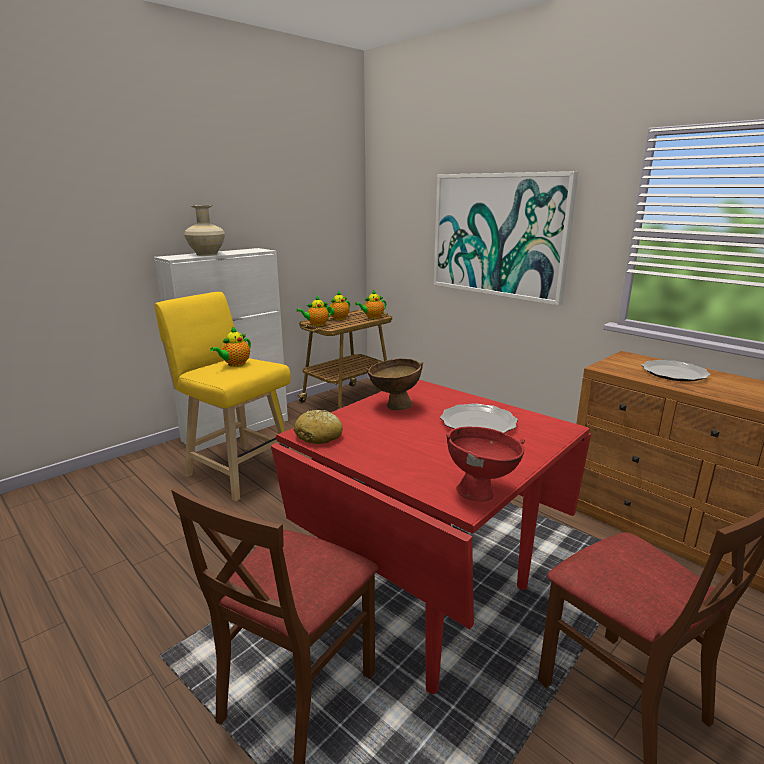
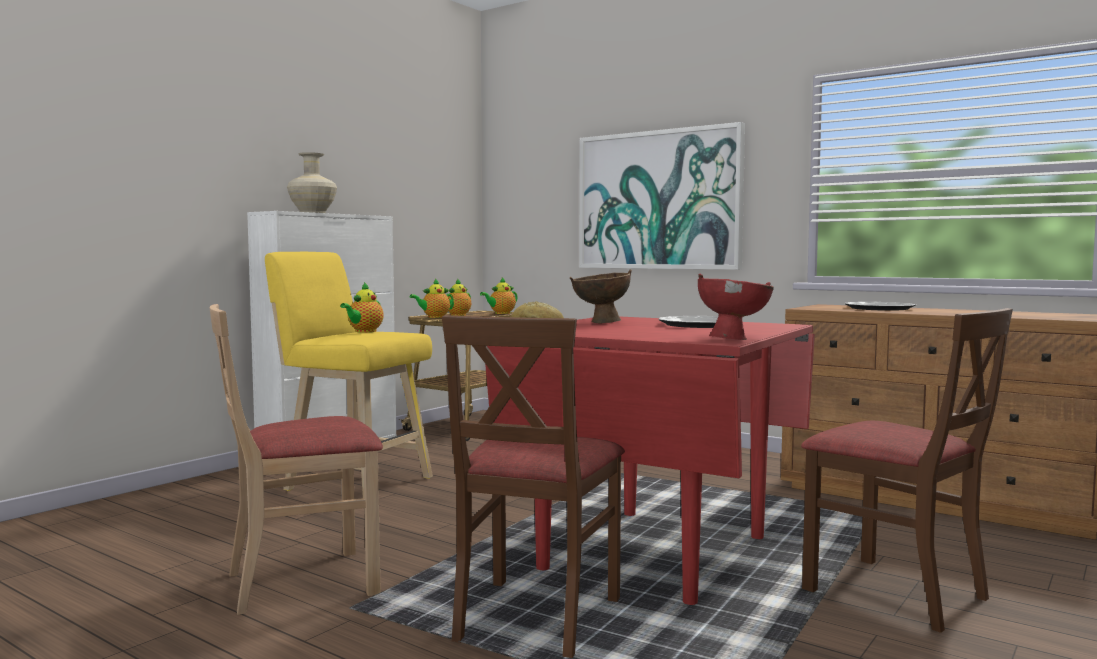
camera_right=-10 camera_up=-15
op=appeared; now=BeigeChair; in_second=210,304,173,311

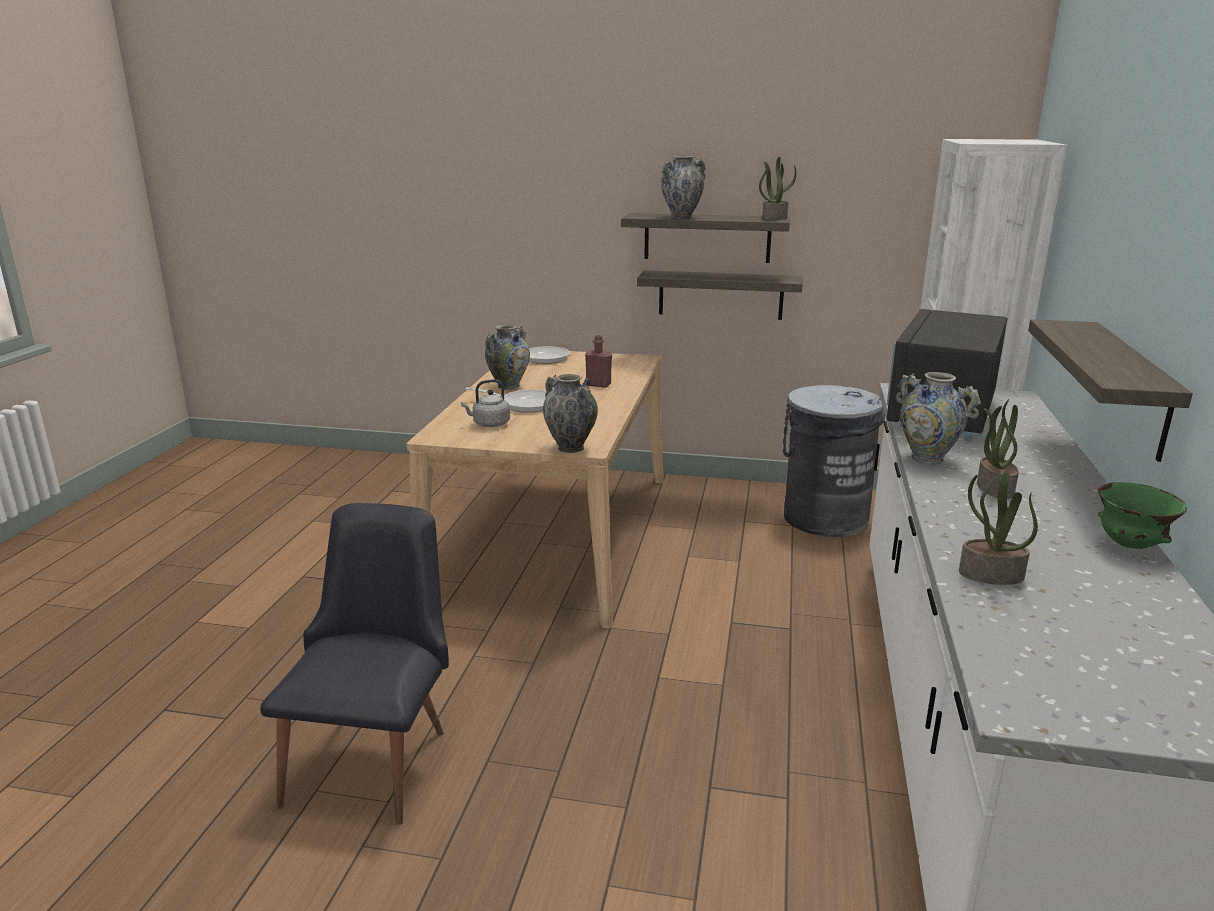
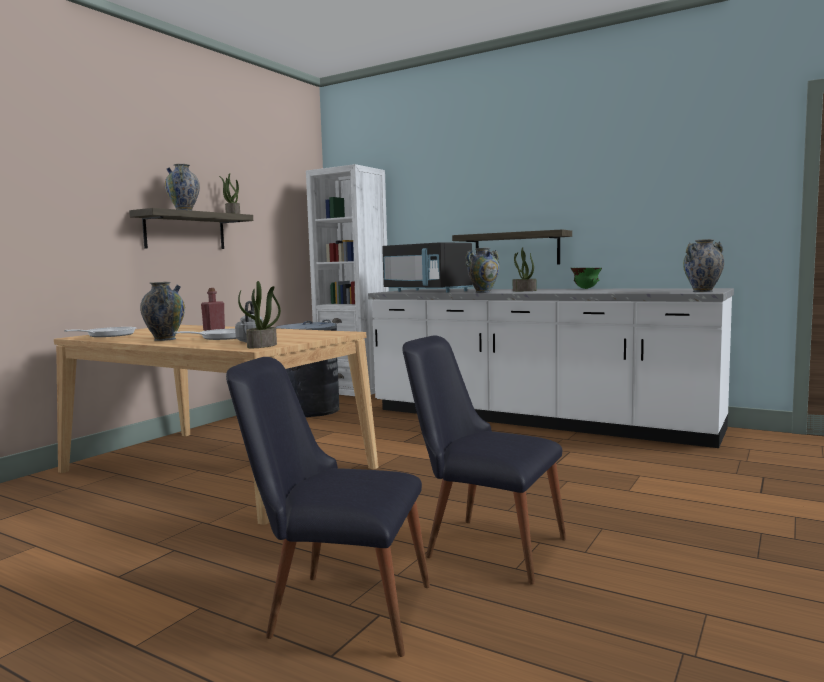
camera_right=-70 camera_up=-15
op=missing; was=Shelf; in_first=637,270,166,50
op=appeared; now=BlackChair; in_second=226,357,204,300
op=relocated; was=Vase; in_first=543,374,55,79; in_second=683,239,41,53
op=relocated; was=PottedPlant; in_first=959,470,79,115; in_second=238,281,43,67

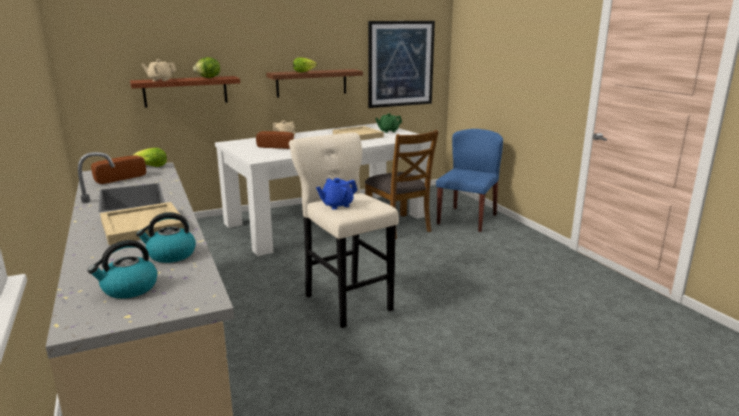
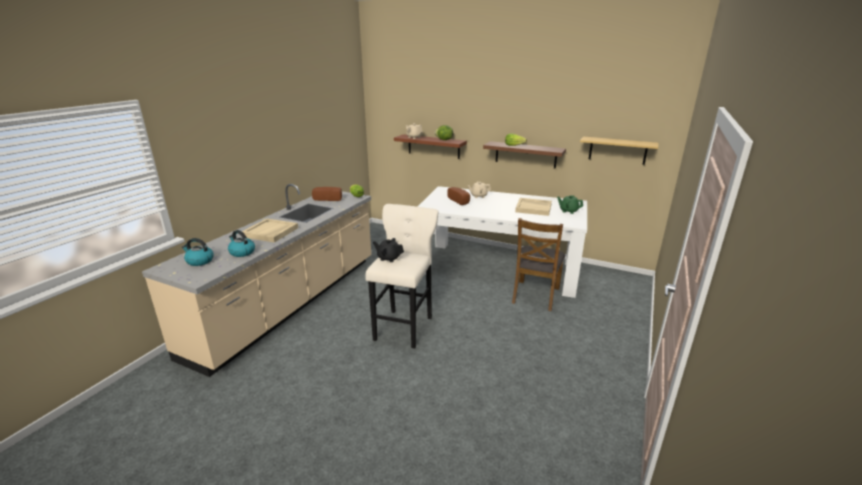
camera_right=50 camera_up=5
op=missing; was=BlueChair; in_first=436,129,67,103
op=exchanged; was=Picture; now=Shelf; in_first=368,21,67,87; in_second=580,137,79,28
op=colour; was=BlueTeapot; now=BlackTeapot; in_first=316,178,41,32; in_second=373,238,31,24

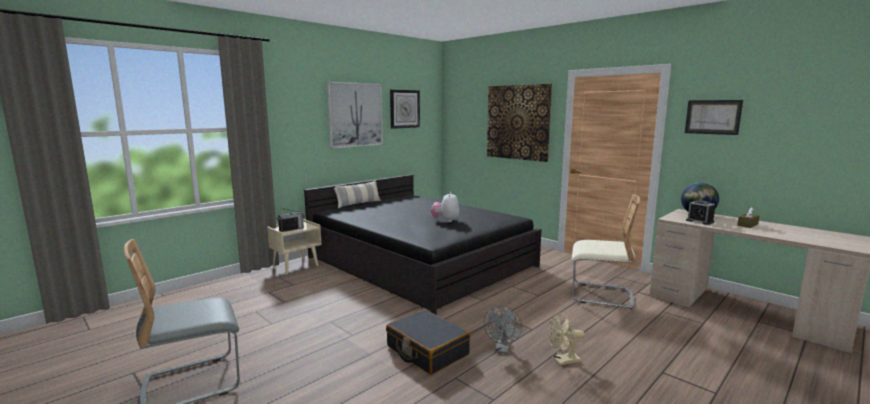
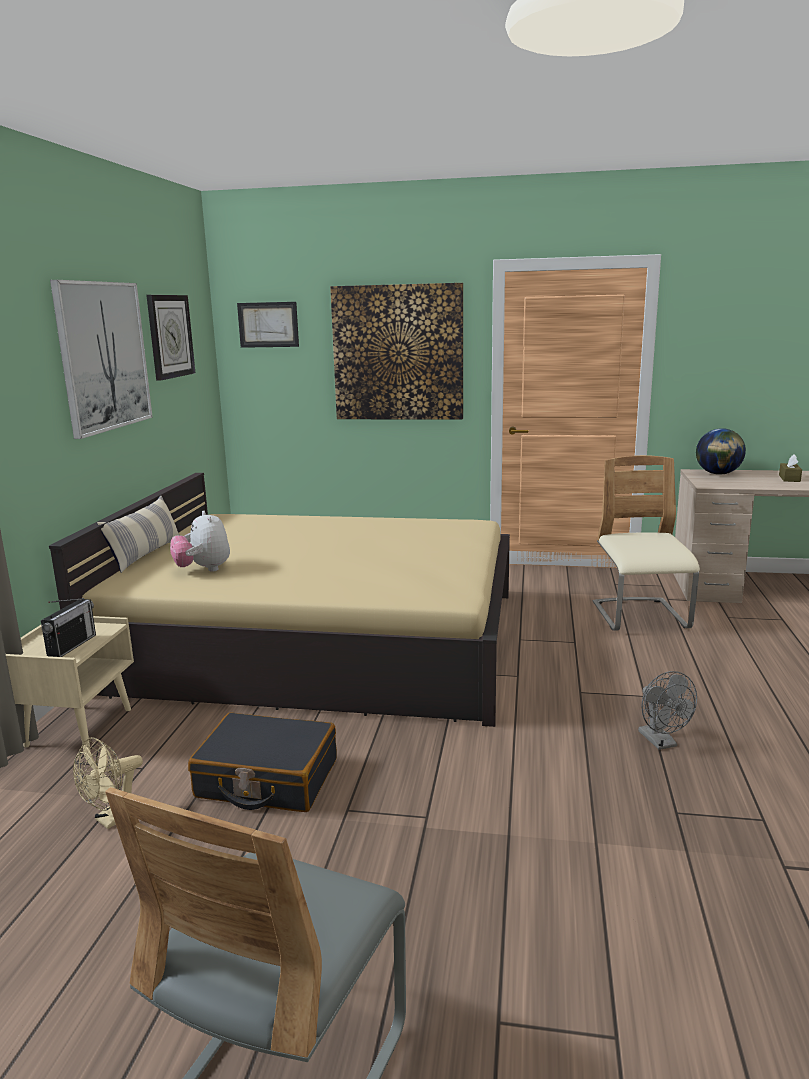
camera_right=-35 camera_up=5
op=missing; was=AlarmClock; in_first=686,200,29,25
op=relocated; was=BlackSuitcase; in_first=386,309,84,66; in_second=188,712,149,100
op=relocated; was=PlushToy; in_first=431,192,28,30; in_second=170,511,60,61
op=relocated; was=BeigeFan; in_first=548,313,37,52; in_second=73,737,70,92
op=relocated; was=Picture; in_first=685,100,58,35; in_second=237,302,62,46
op=colour; was=BlackBed; now=BeigeBed; in_first=304,174,238,141; in_second=49,473,461,254
op=spun; was=BeigeChair; in_first=572,194,68,115; in_second=593,455,107,176; clockwise=-75

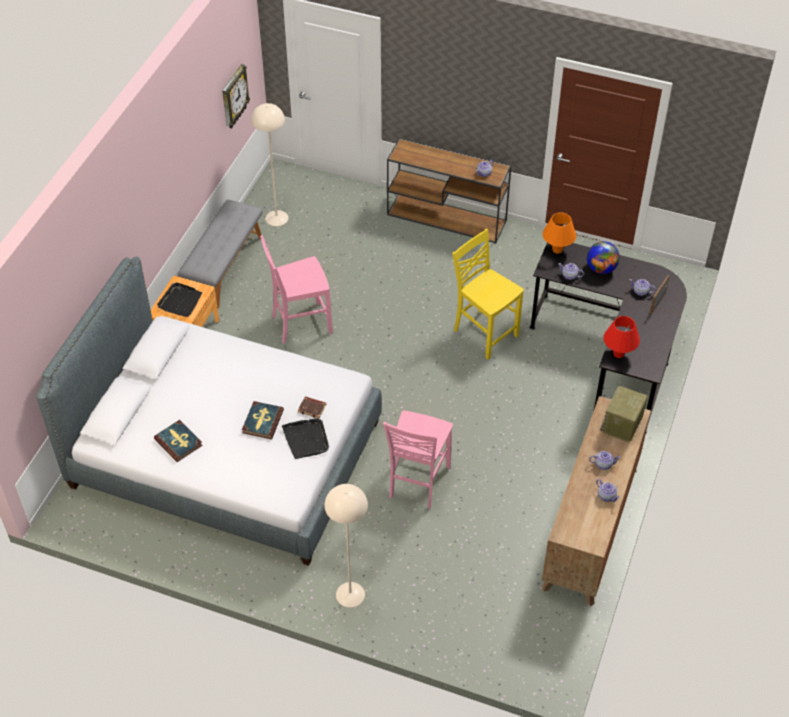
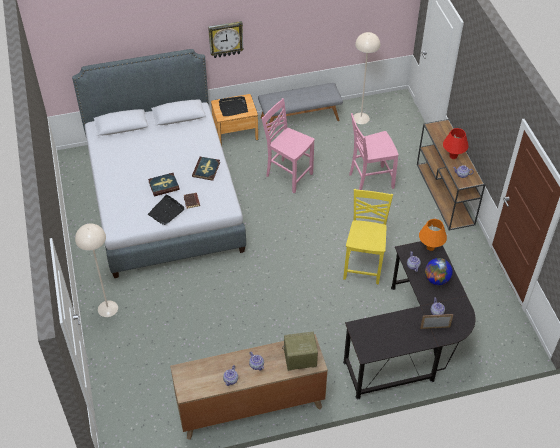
camera_right=55 camera_up=0
op=relocated; was=Book; in_first=154,420,49,42; in_second=192,157,28,24
op=relocated; was=WallClock; in_first=222,64,28,64; in_second=208,21,36,37
op=relocated; was=PinkChair; in_first=383,411,70,98; in_second=349,113,50,77
op=relocated; was=RedTableLamp; in_first=604,316,36,42; in_second=443,128,25,31

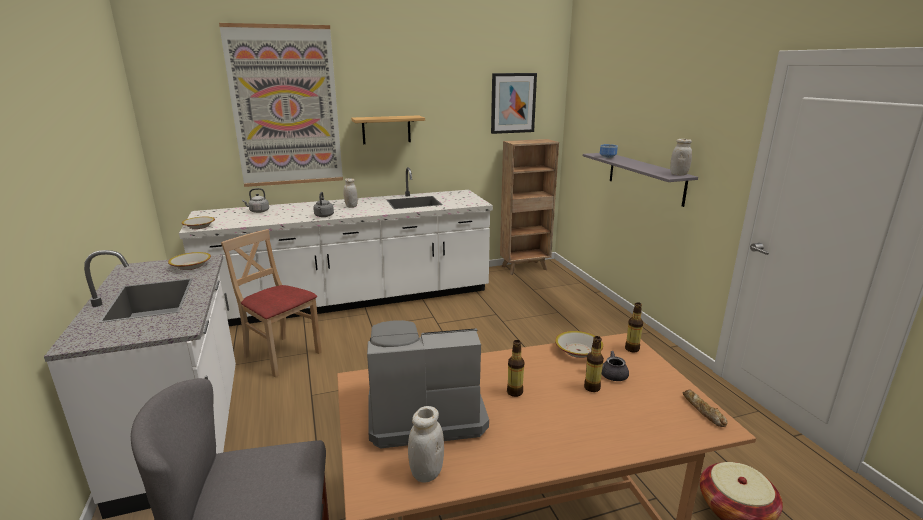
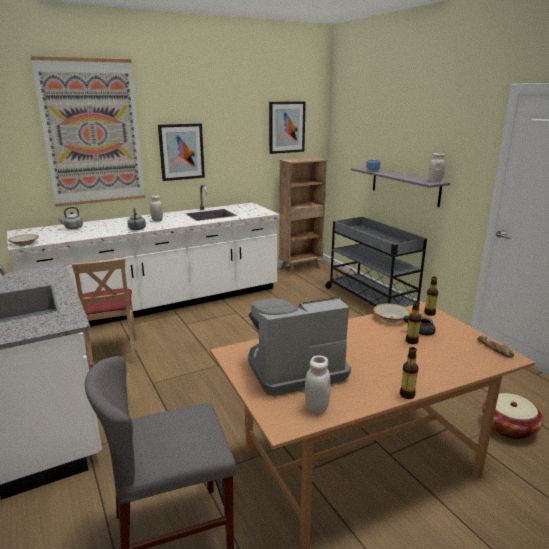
camera_right=-10 camera_up=0
op=missing; was=Bowl; in_first=168,252,43,18
op=appeared; now=GreyCart; in_second=325,217,102,90
op=relocated; was=Bottle; in_first=507,340,17,57; in_second=400,347,18,52
op=exchanged; was=Shelf; now=Picture; in_first=351,115,74,29; in_second=158,123,47,58
op=spun; was=BeigeChair; in_first=221,229,101,148; in_second=72,258,64,111; clockwise=-135

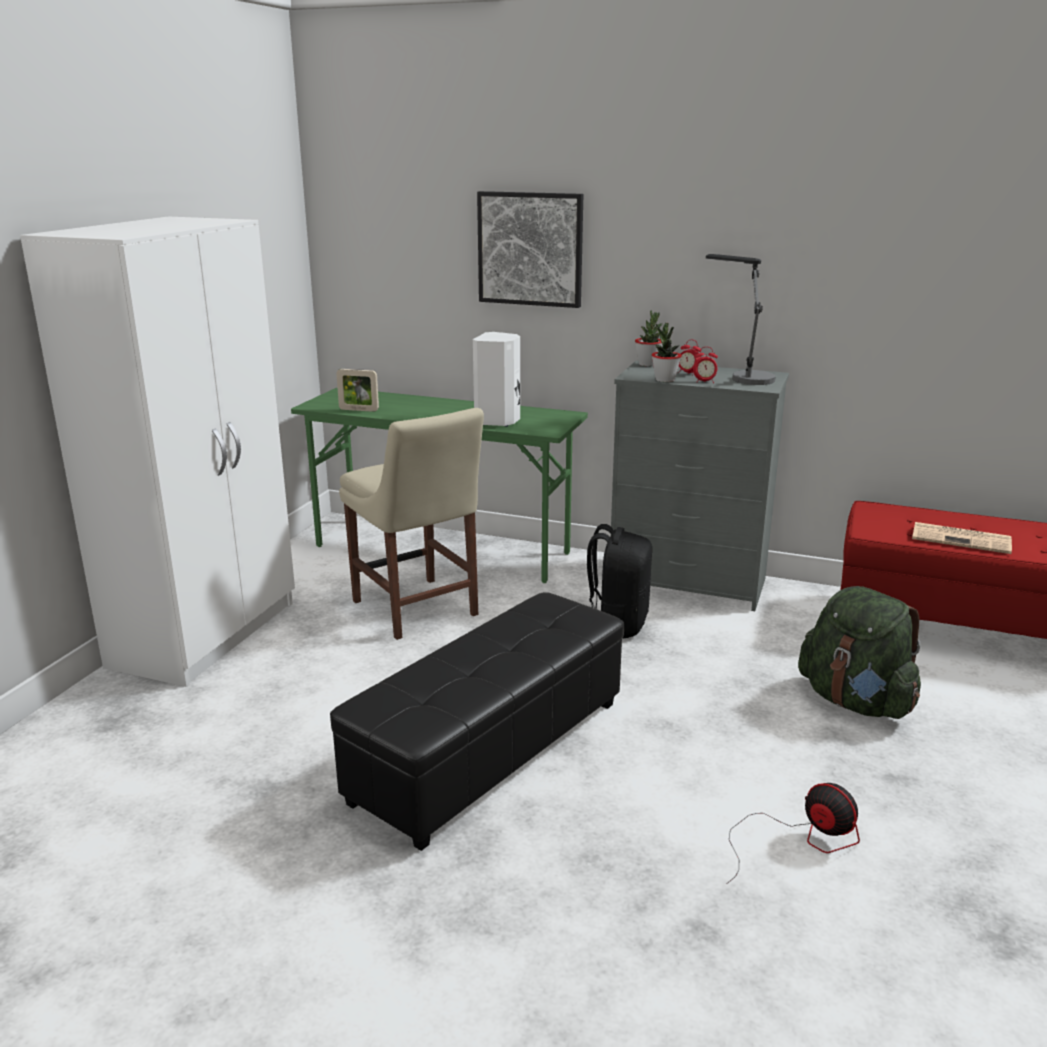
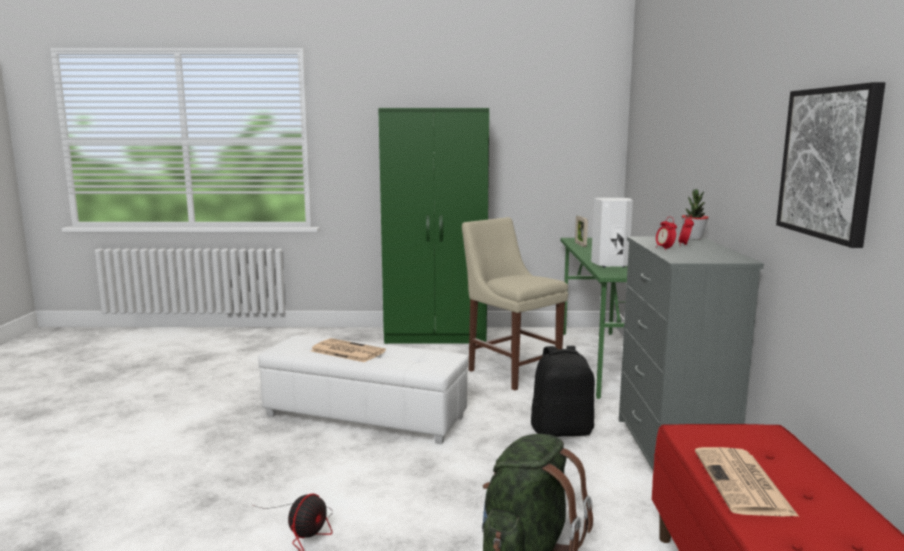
camera_right=70 camera_up=-10
op=missing; was=PottedPlant; in_first=652,323,30,59
op=missing; was=TableLamp; in_first=706,254,69,131
op=appeared; now=Newspaper; in_second=311,338,75,24
op=relocated; was=Picture; in_first=477,191,106,117; in_second=776,82,109,166
op=colour; was=WhiteWardrobe; now=GreenWardrobe; in_first=20,217,275,470; in_second=378,108,111,236
op=colour; was=BlackOttoman; now=WhiteOttoman; in_first=330,592,294,259; in_second=258,335,211,109
op=spun; was=BeigeChair; in_first=339,408,145,232; in_second=462,217,106,174; clockwise=105

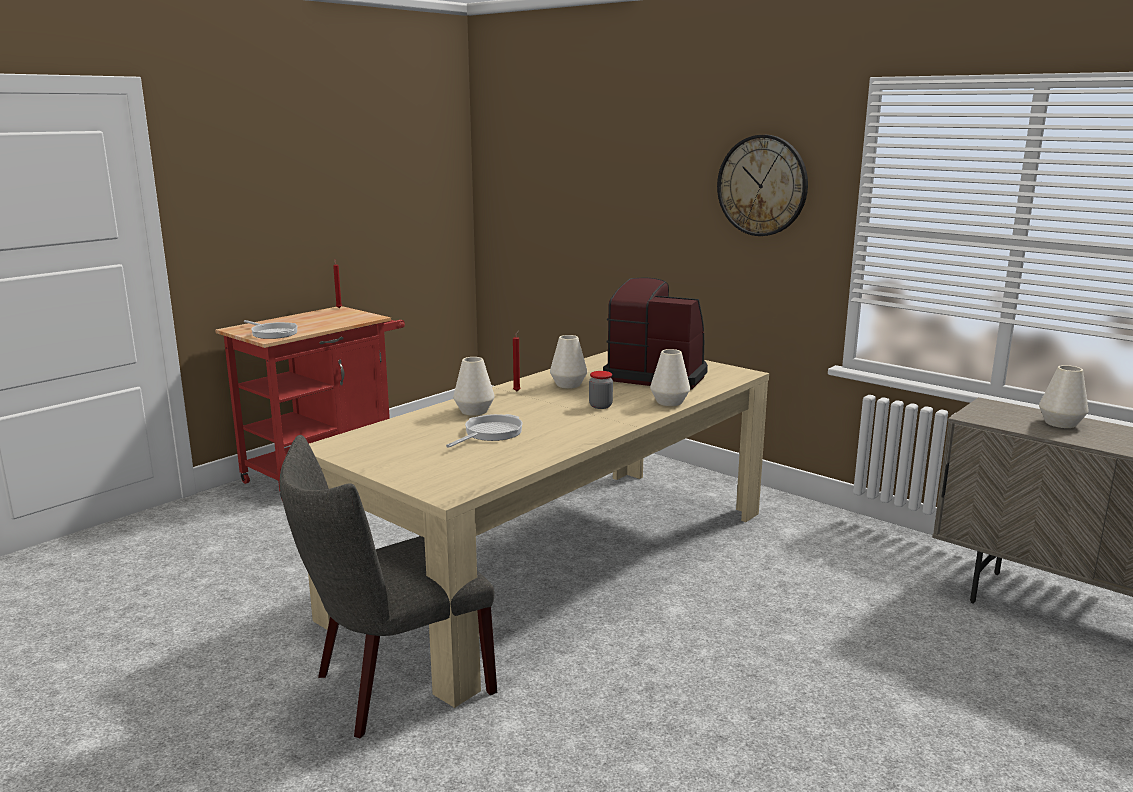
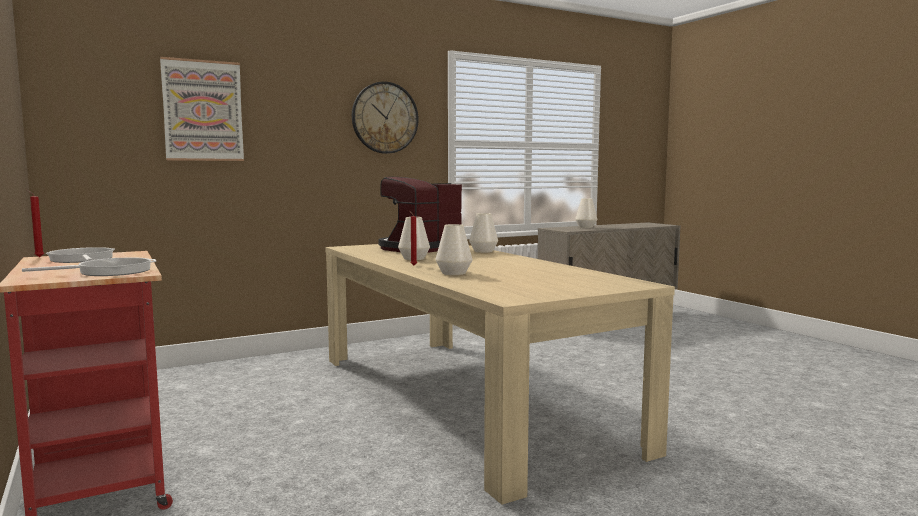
camera_right=-70 camera_up=-10
op=missing; was=GreyChair; in_first=280,435,217,303
op=missing; was=Jar; in_first=589,371,24,38
op=appeared; now=Picture; in_second=160,57,84,104
op=relocated; was=FryingPan; in_first=446,414,77,34; in_second=46,247,69,16

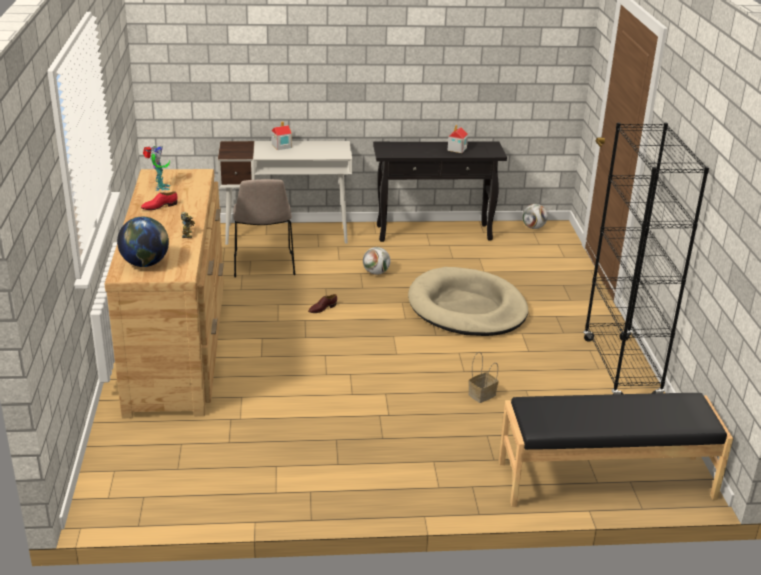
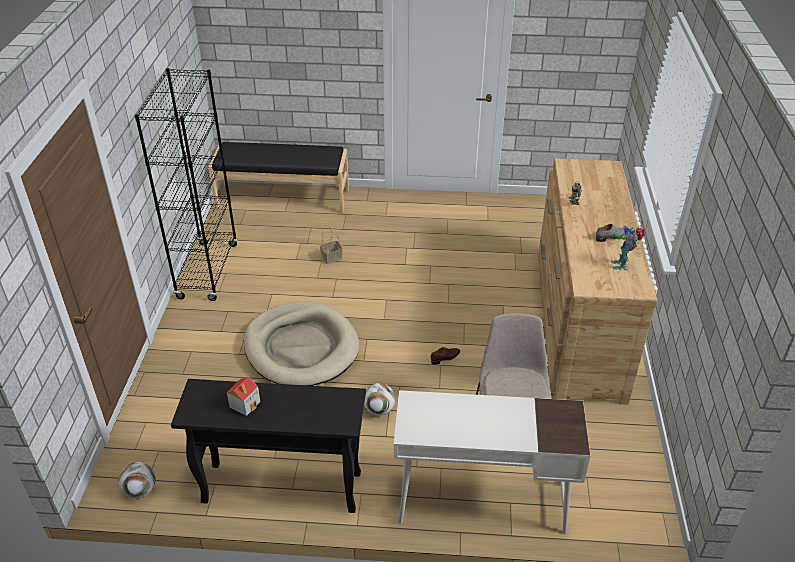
camera_right=-170 camera_up=10
op=missing; was=Globe; in_first=117,217,52,50
op=missing; was=ToyHouse; in_first=271,122,21,28
op=colour; was=RedShoe; now=GreyShoe; in_first=141,191,37,19; in_second=596,224,29,18

